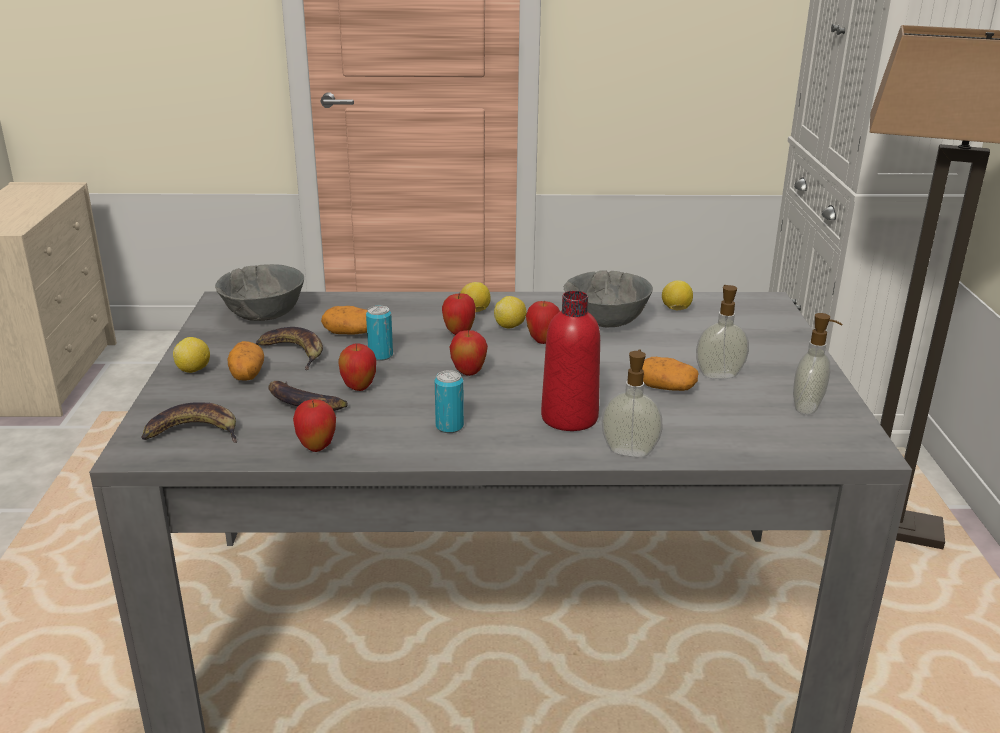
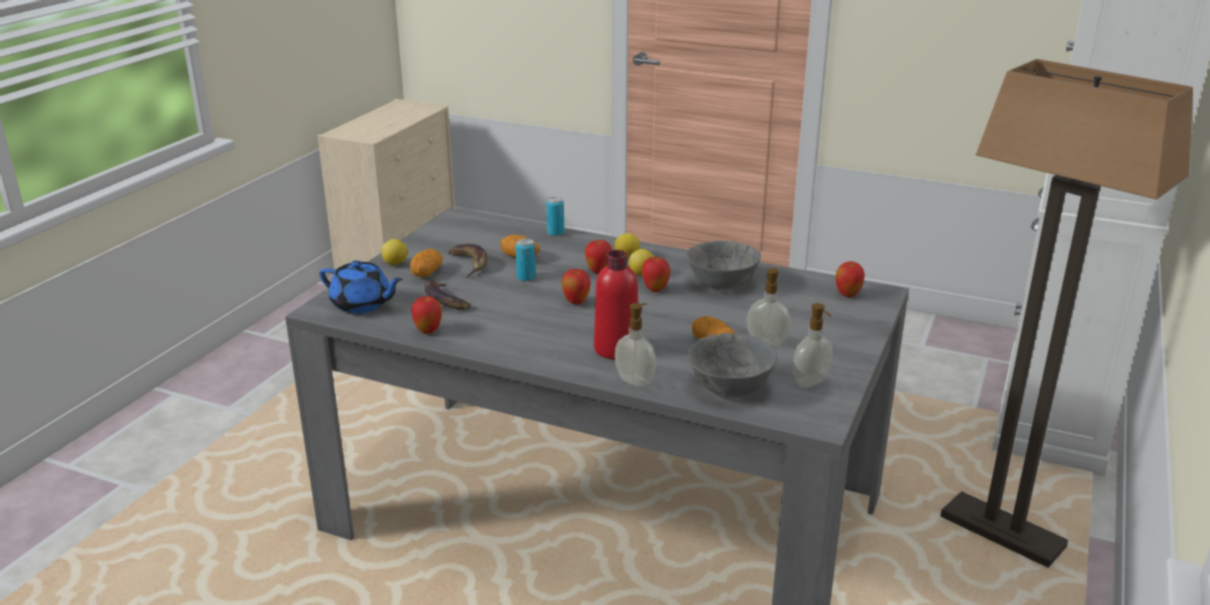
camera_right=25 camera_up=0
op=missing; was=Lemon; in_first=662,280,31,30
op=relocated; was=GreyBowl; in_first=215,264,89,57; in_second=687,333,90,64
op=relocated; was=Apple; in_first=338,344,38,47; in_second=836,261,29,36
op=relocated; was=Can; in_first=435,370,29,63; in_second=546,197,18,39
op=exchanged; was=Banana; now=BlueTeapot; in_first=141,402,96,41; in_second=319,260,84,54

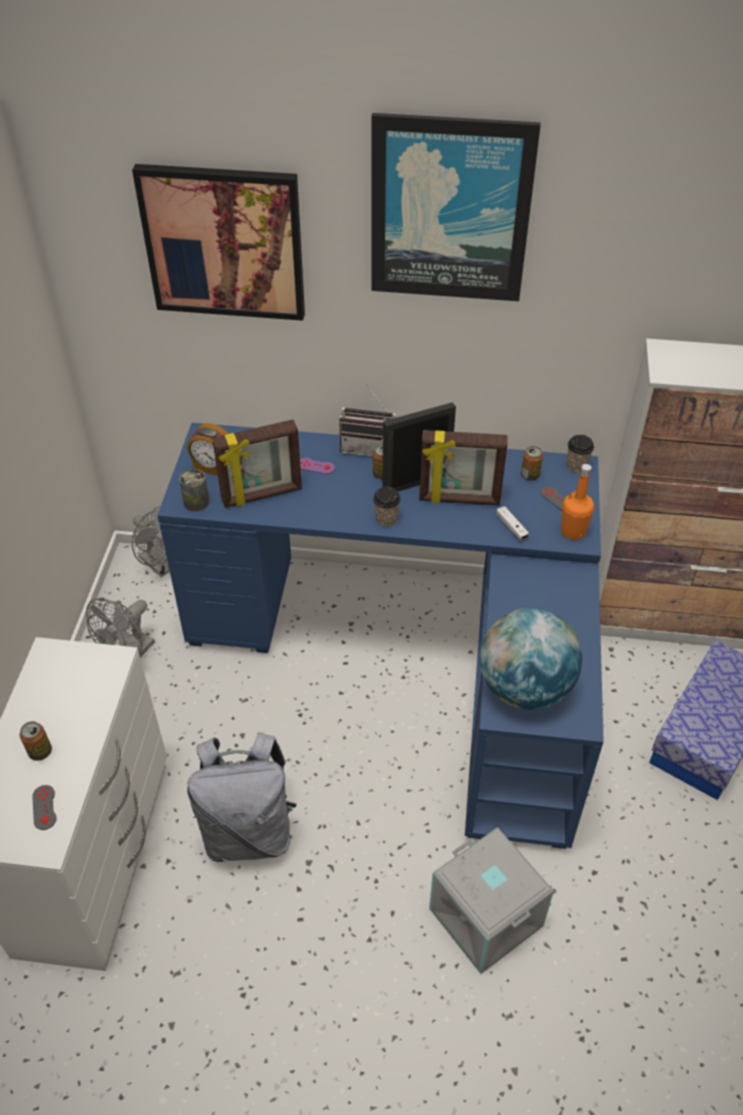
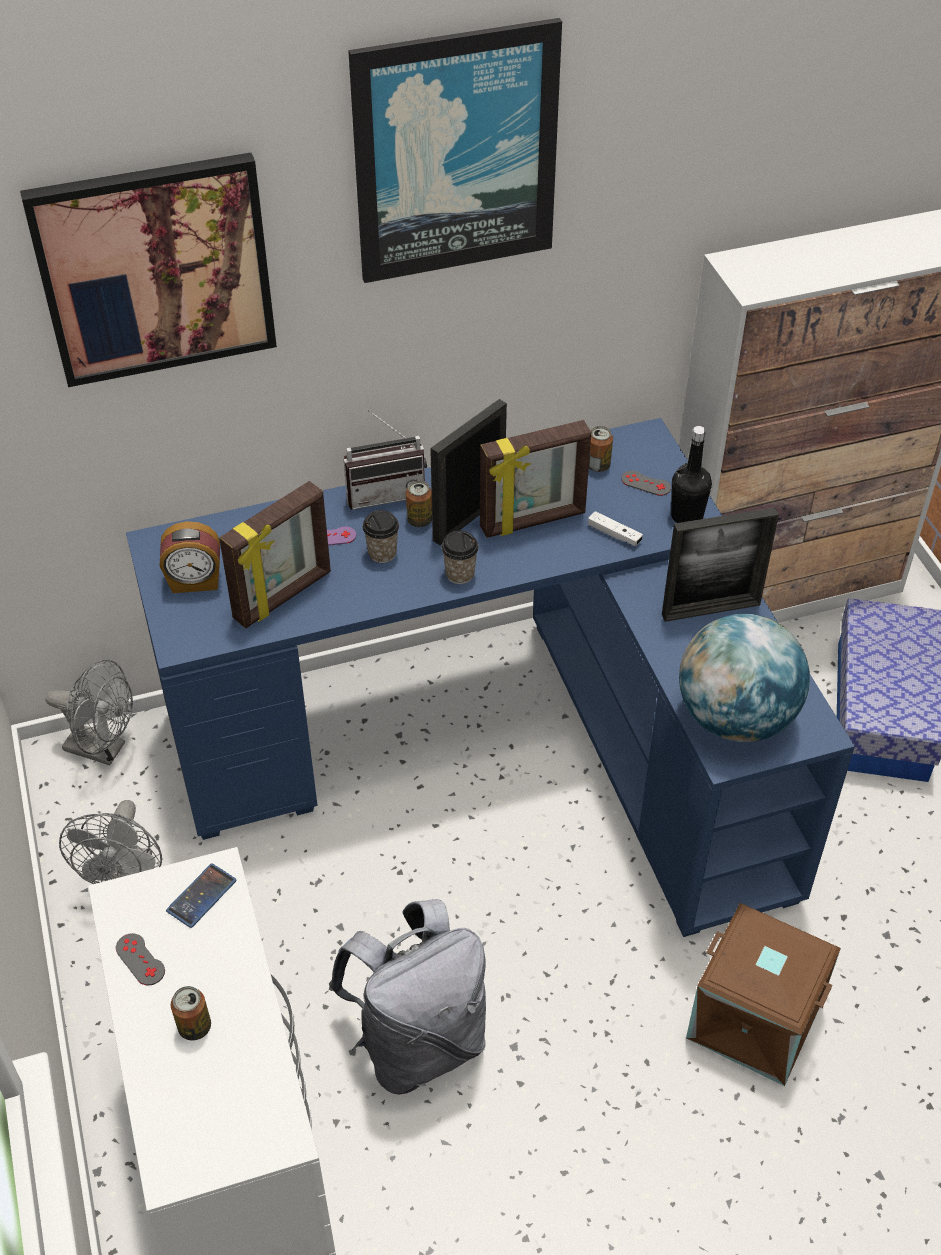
camera_right=-25 camera_up=0
op=missing; was=Can; in_first=179,469,31,43
op=appeared; now=Phone; in_second=166,864,70,64
op=appeared; now=PictureFrame; in_second=662,507,117,115
op=relocated; was=GreyGameController; in_first=32,785,25,45; in_second=116,933,49,53
op=relocated; was=Cup; in_first=567,435,27,38; in_second=362,510,37,53
op=colour; was=GreyStorageBox; now=BrownStorageBox; in_first=429,827,125,147; in_second=686,903,155,183
op=colour; was=OrangeBottle; now=BlackBottle; in_first=561,464,33,76; in_second=671,426,41,97

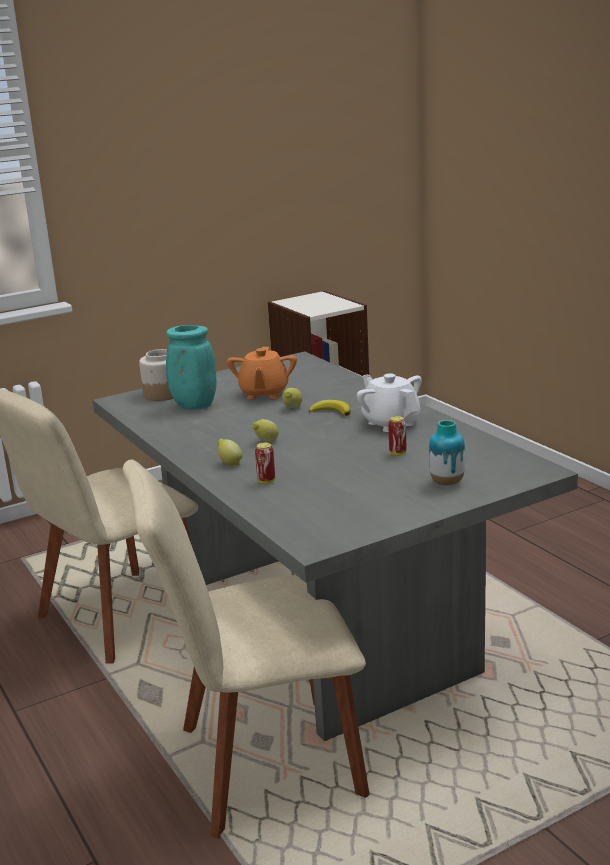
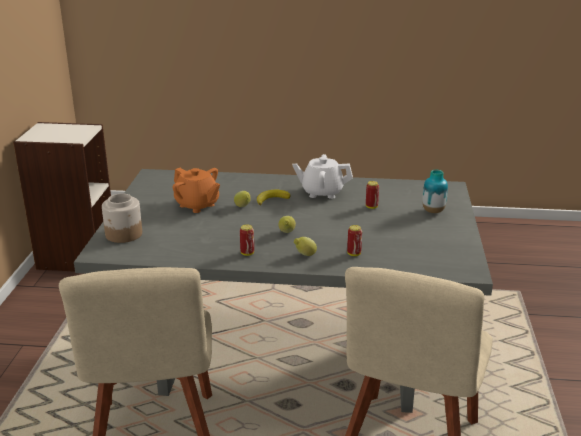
camera_right=-55 camera_up=5
op=missing; was=TurquoiseVase; in_first=166,325,50,84
op=appeared; now=Can; in_second=240,224,14,32

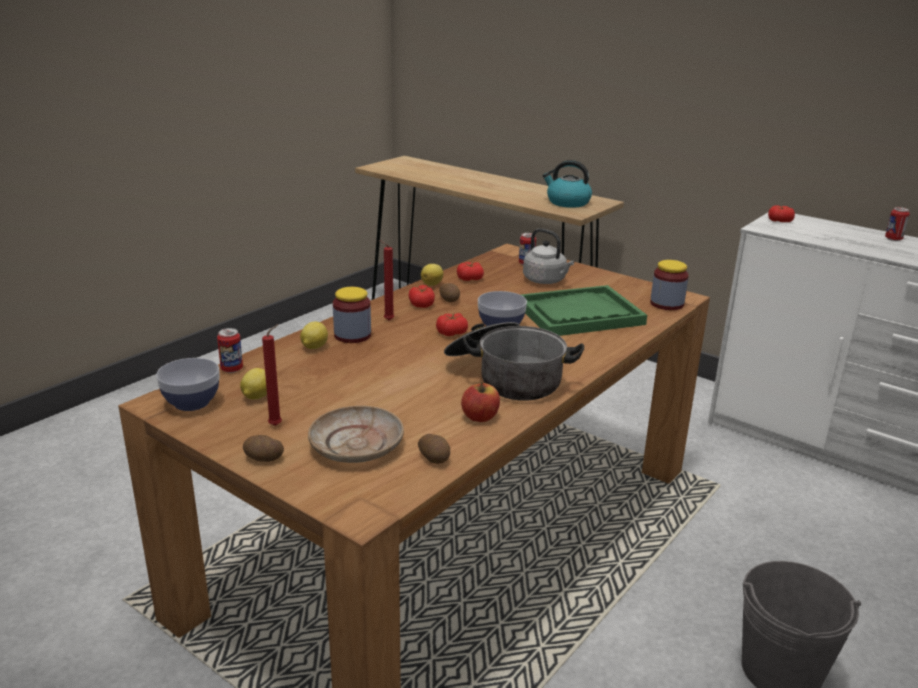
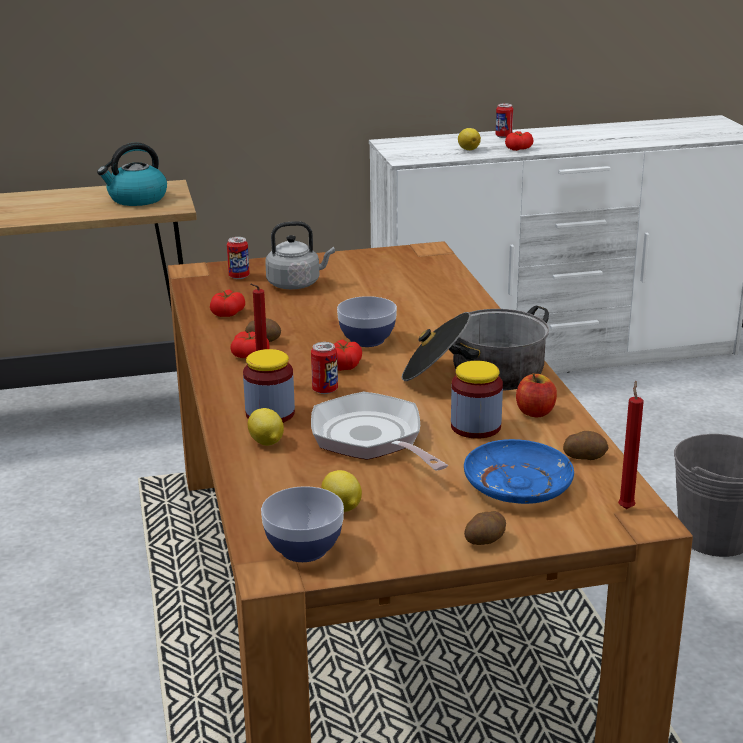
camera_right=-50 camera_up=0
op=missing; was=GreenTray; in_first=521,285,126,51
op=appeared; now=FryingPan; in_second=311,392,137,78
op=relocated; was=Can; in_first=217,328,26,45; in_second=311,342,27,52
op=relocated; was=RedCandle; in_first=262,324,20,102; in_second=618,381,26,128
op=relocated; was=Lemon; in_first=421,264,22,22; in_second=458,128,23,22
op=relocated; was=Jar; in_first=650,260,39,50; in_second=451,361,52,78
op=relocated; was=Tomato; in_first=768,205,27,17; in_second=505,131,28,20
op=colour; was=BeigePlate; now=BluePlate; in_first=308,406,96,57; in_second=464,439,110,65

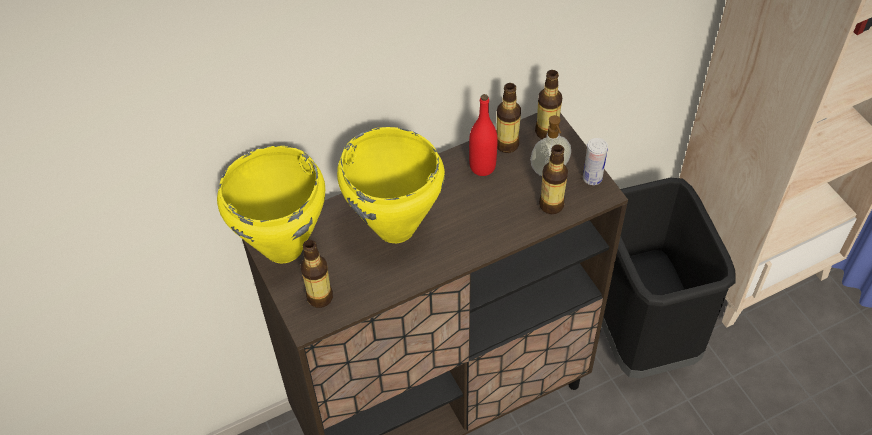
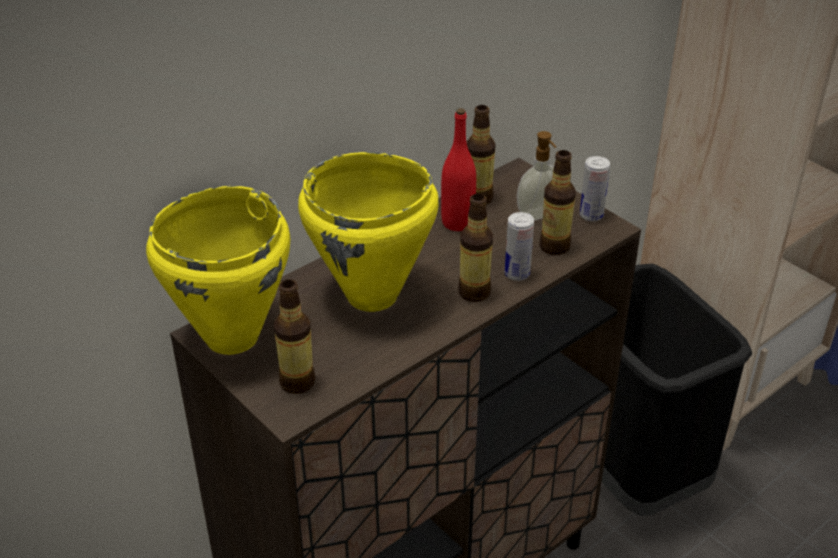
camera_right=-15 camera_up=-15
op=appeared; now=Can; in_second=505,212,29,69
op=relocated; was=Bottle; in_first=535,70,27,69; in_second=458,194,35,108

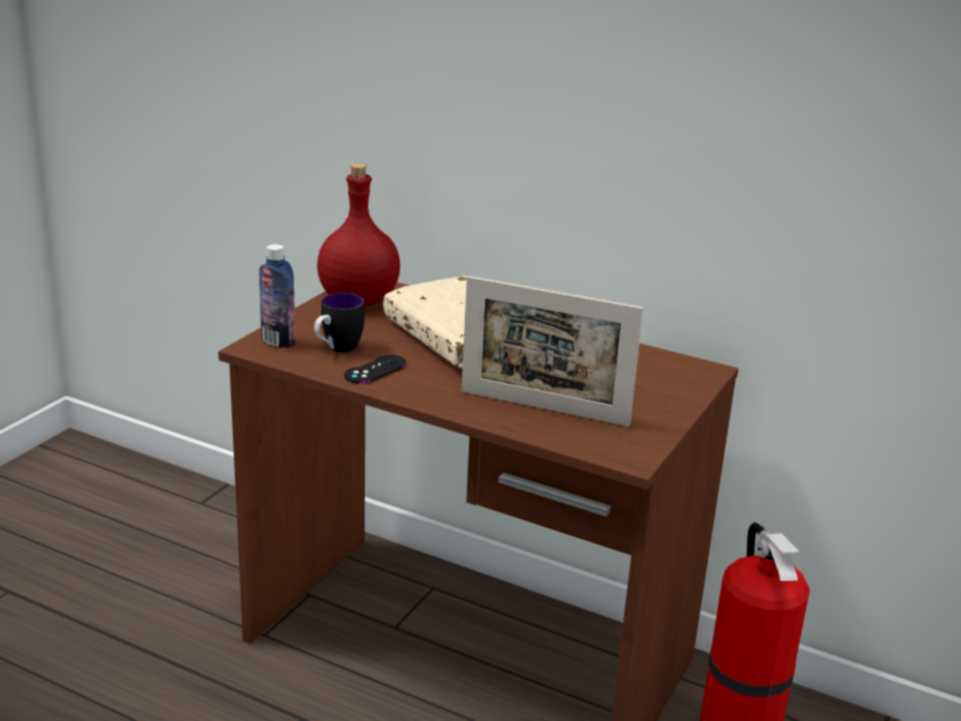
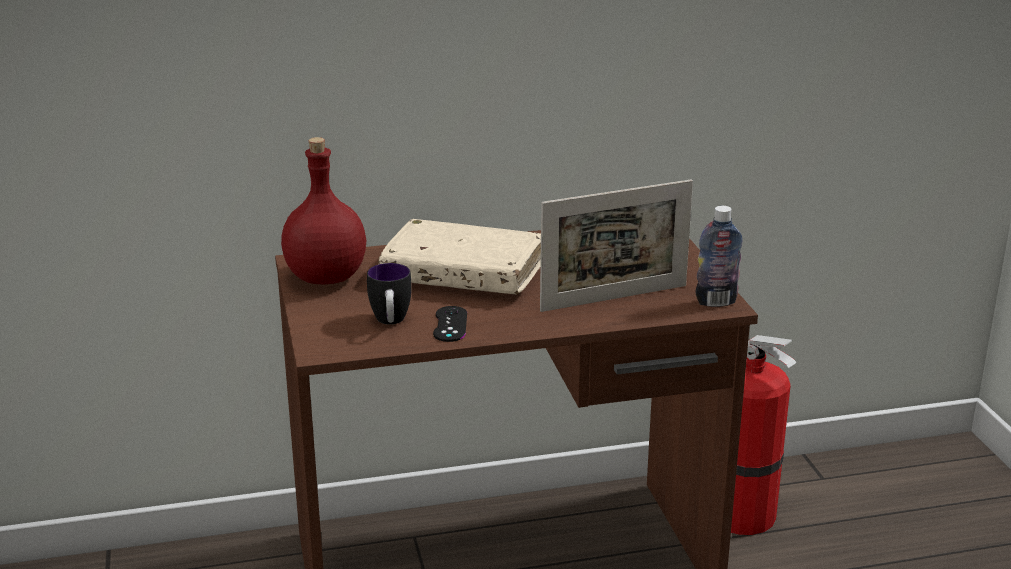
camera_right=-40 camera_up=0
op=relocated; was=Bottle; in_first=259,244,36,104; in_second=695,206,48,101

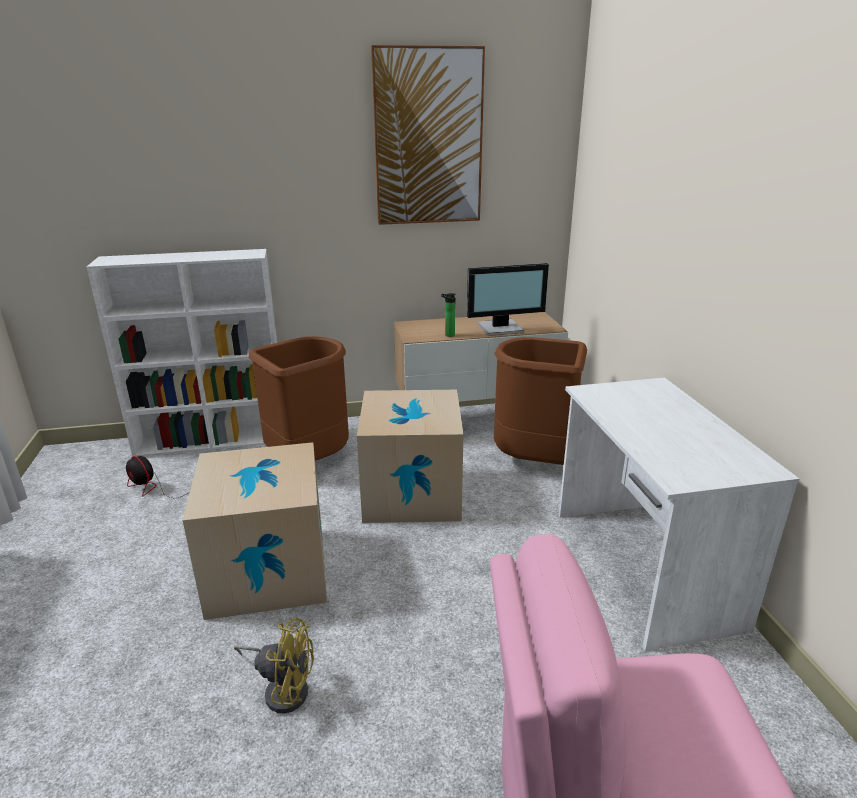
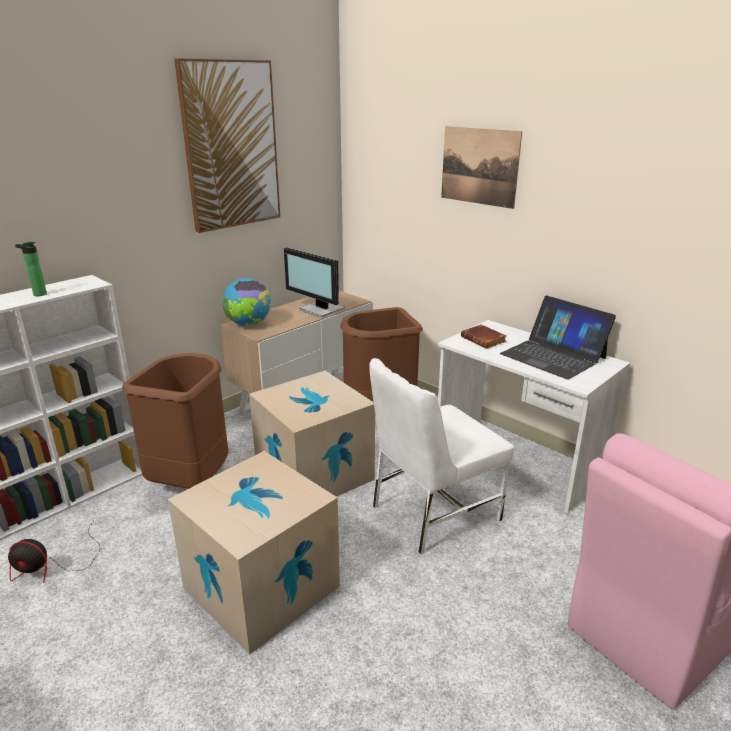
camera_right=-35 camera_up=0
op=missing; was=YellowFan; in_first=234,618,80,96
op=appeared; now=Globe; in_second=222,278,49,48
op=appeared; now=WhiteChair; in_second=369,358,145,197
op=appeared; now=Picture; in_second=441,126,81,83
op=appeared; now=BrownBook; in_second=461,324,46,25
op=appeared; now=Laptop; in_second=500,295,116,84
op=relocated; was=Bottle; in_first=441,293,15,44; in_second=15,242,32,54
op=spun; was=Monitor; in_first=467,263,82,73; in_second=284,248,61,70; clockwise=90

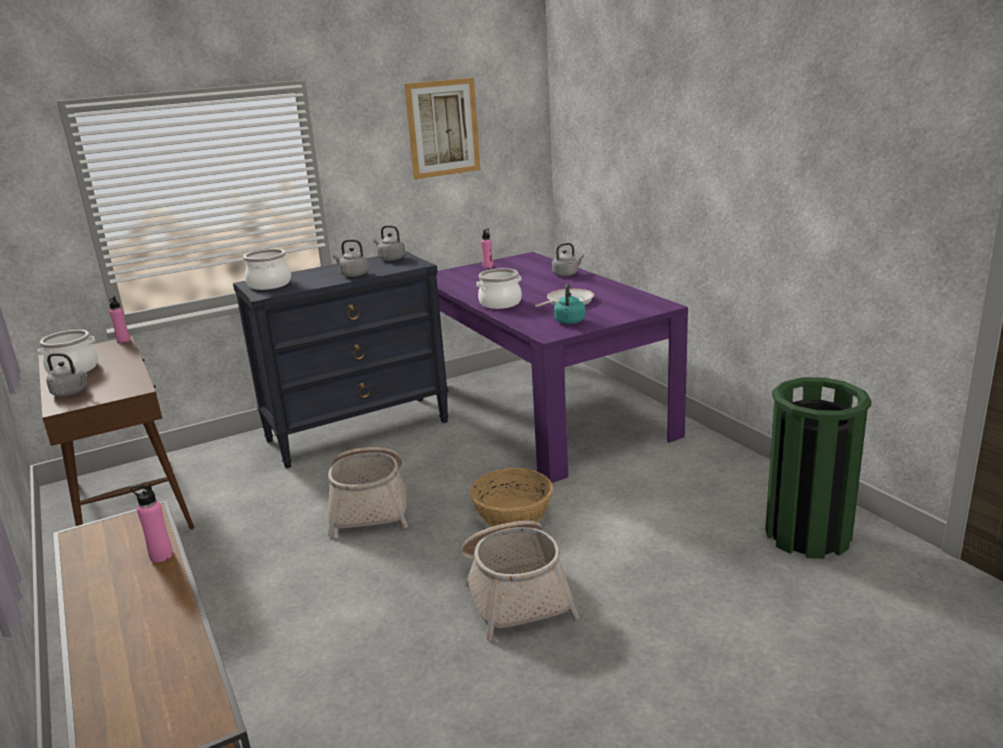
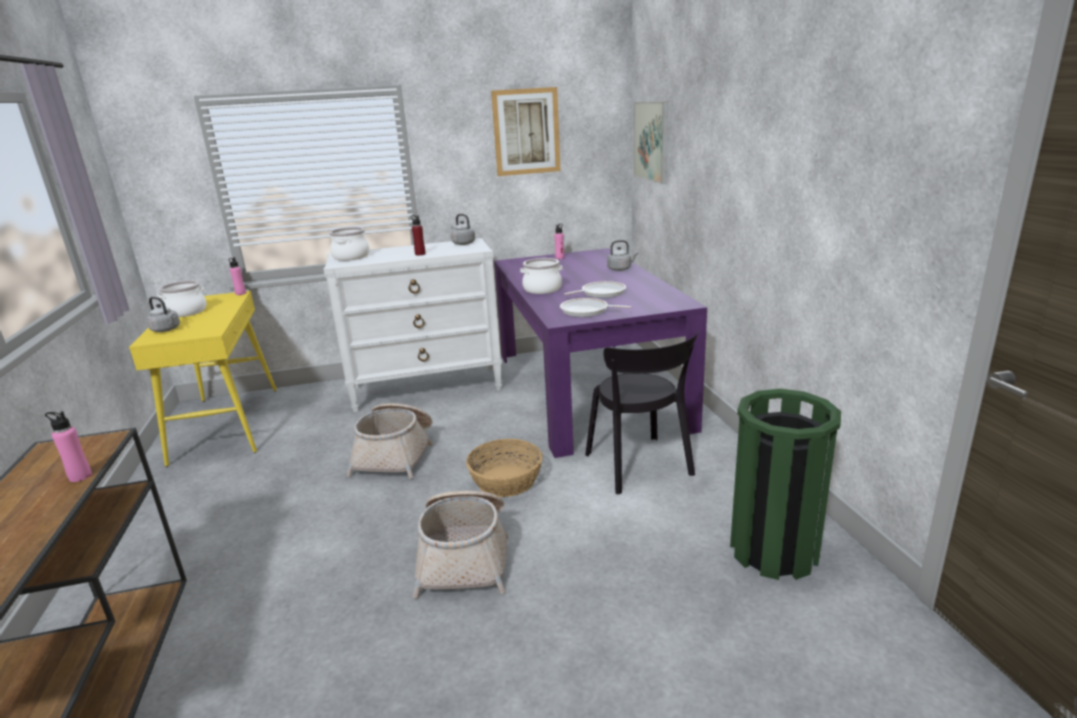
camera_right=15 camera_up=0
op=appeared; now=BlackChair; in_second=585,331,114,164
op=appeared; now=Picture; in_second=633,101,35,83
op=exchanged; was=GreyKettle; now=RedBottle; in_first=333,239,36,38; in_second=411,215,15,40
op=exchanged; was=TurquoiseKettle; now=FryingPan; in_first=554,283,31,41; in_second=560,298,71,19
op=colour; was=BrownConsoleTable; now=YellowConsoleTable; in_first=38,336,156,194; in_second=129,291,148,176
op=colour; was=BlackDresser; now=WhiteDresser; in_first=233,251,216,217; in_second=323,238,179,175

